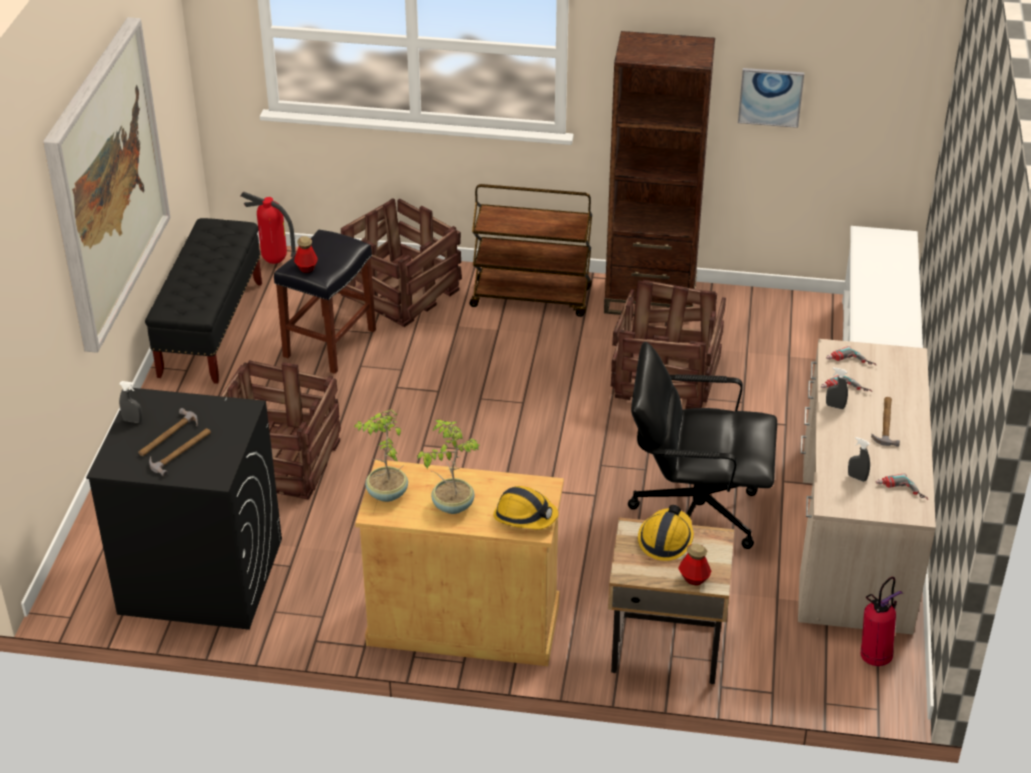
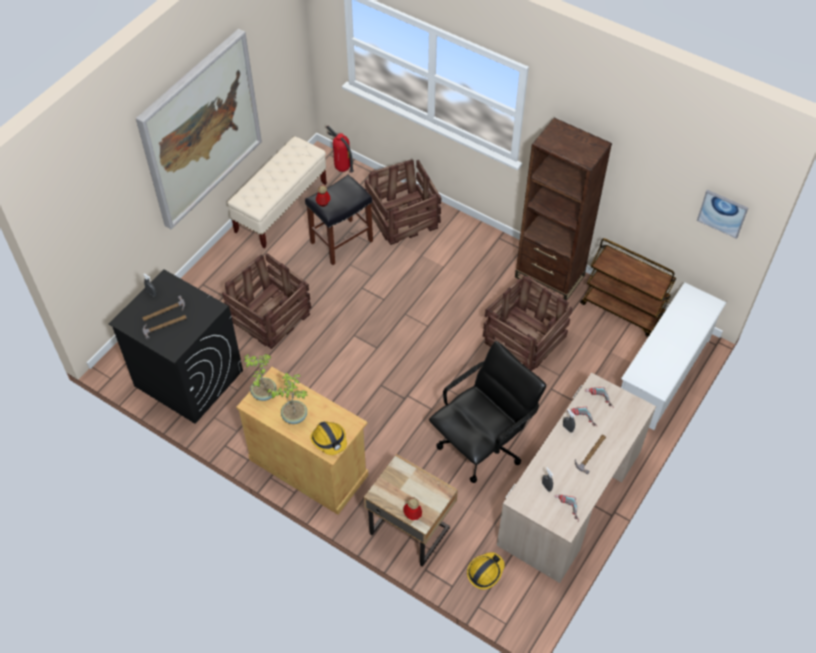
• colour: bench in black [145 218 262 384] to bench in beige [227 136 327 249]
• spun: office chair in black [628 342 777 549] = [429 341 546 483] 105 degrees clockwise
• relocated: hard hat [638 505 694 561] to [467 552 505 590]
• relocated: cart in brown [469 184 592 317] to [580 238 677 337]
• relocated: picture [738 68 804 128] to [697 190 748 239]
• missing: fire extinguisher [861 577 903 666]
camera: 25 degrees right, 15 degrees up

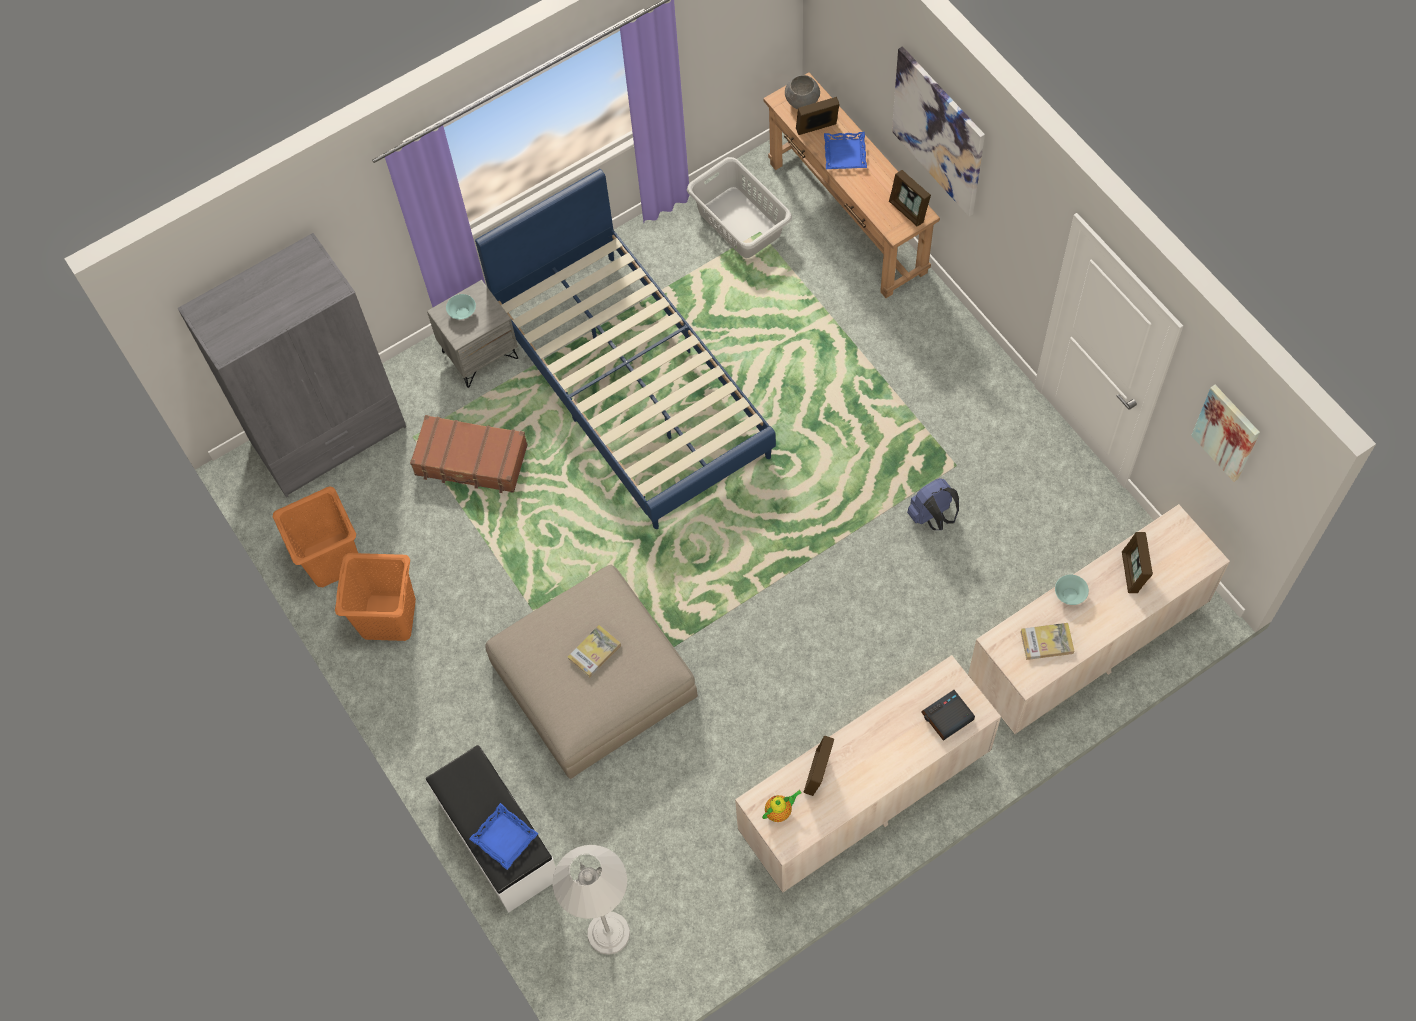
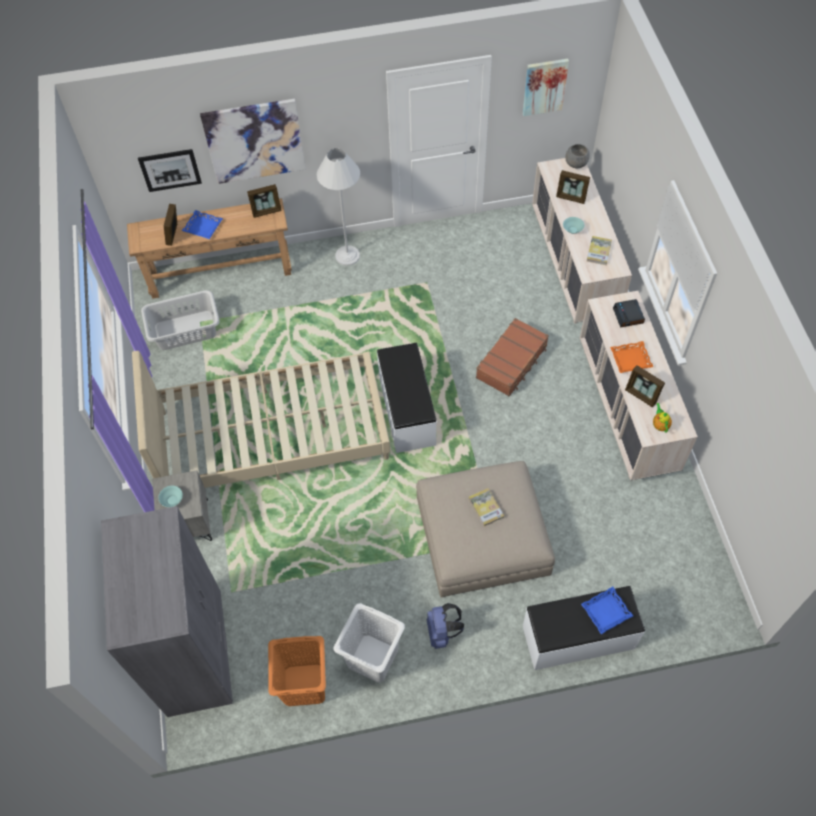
• colour: bed in blue [475 169 776 529] to bed in beige [132 351 390 488]
• appeared: picture [138 149 202 192]
• relocated: floor lamp in white [553 845 630 955] to [317 148 360 266]
• colour: laundry basket in orange [335 553 416 641] to laundry basket in white [334 603 405 682]
• appeared: bench in white [377 343 437 453]
• relocated: backpack in blue [907 478 959 530] to [427 603 464 649]
• relocated: suitcase in brown [410 415 528 493] to [476 318 549 396]
• relocated: bowl in grey [785 75 820 109] to [565 144 590 168]
• appeared: tray in orange [610 341 653 373]
camera: 70 degrees left, 5 degrees down

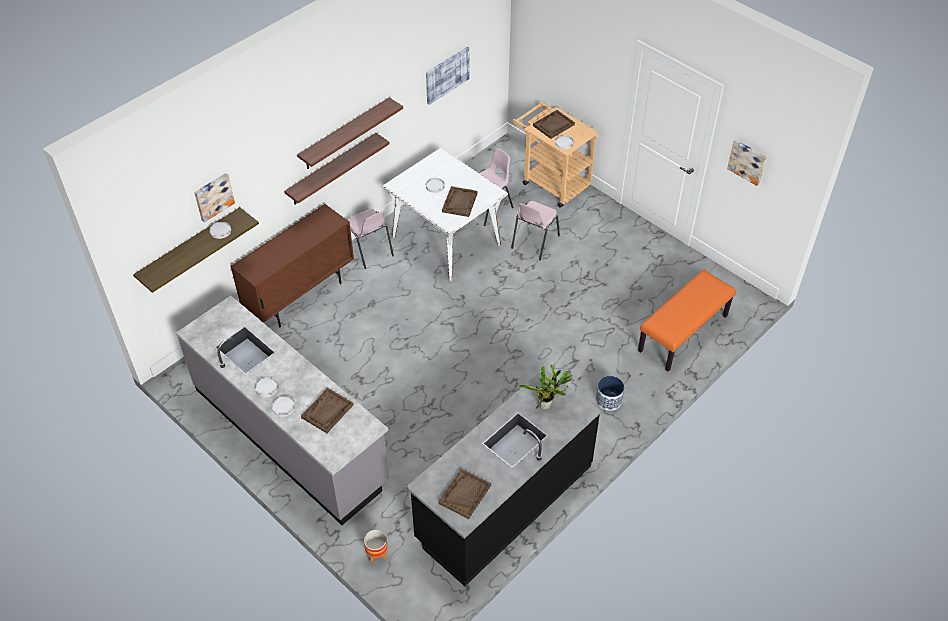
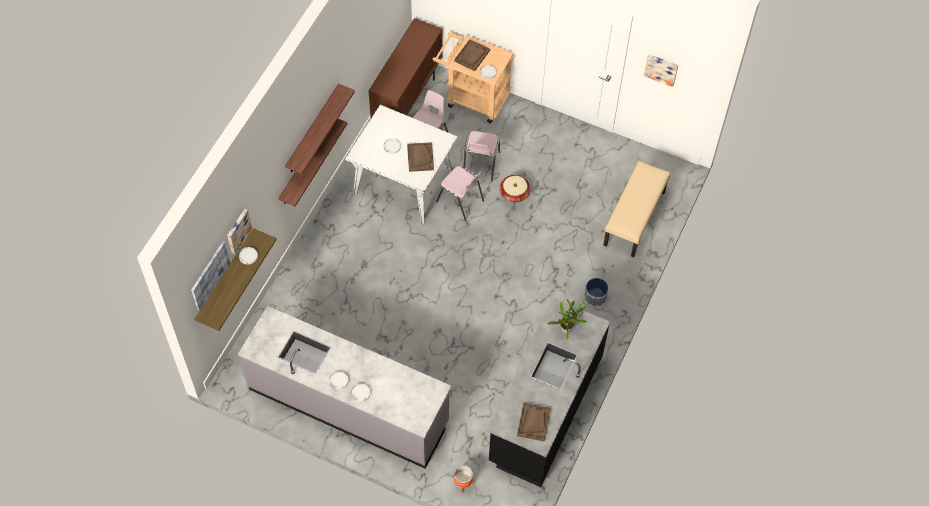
• relocated: picture [426 47 469 105] to [191 242 230 310]
• relocated: cabinet in brown [230 204 354 328] to [368 18 443 118]
• relocated: chair in pink [347 209 394 269] to [436 166 484 221]
• appeared: basket [500 175 530 202]
• colour: bench in orange [638 270 736 371] to bench in beige [604 161 671 258]
• missing: tray in brown [301 388 353 433]
camera: 20 degrees left, 10 degrees up

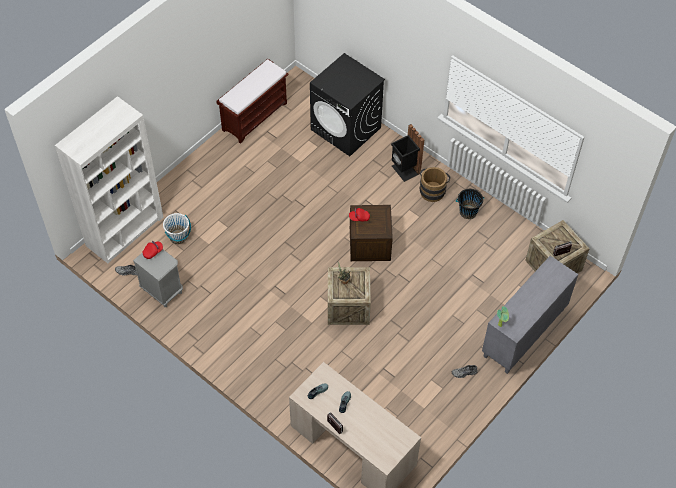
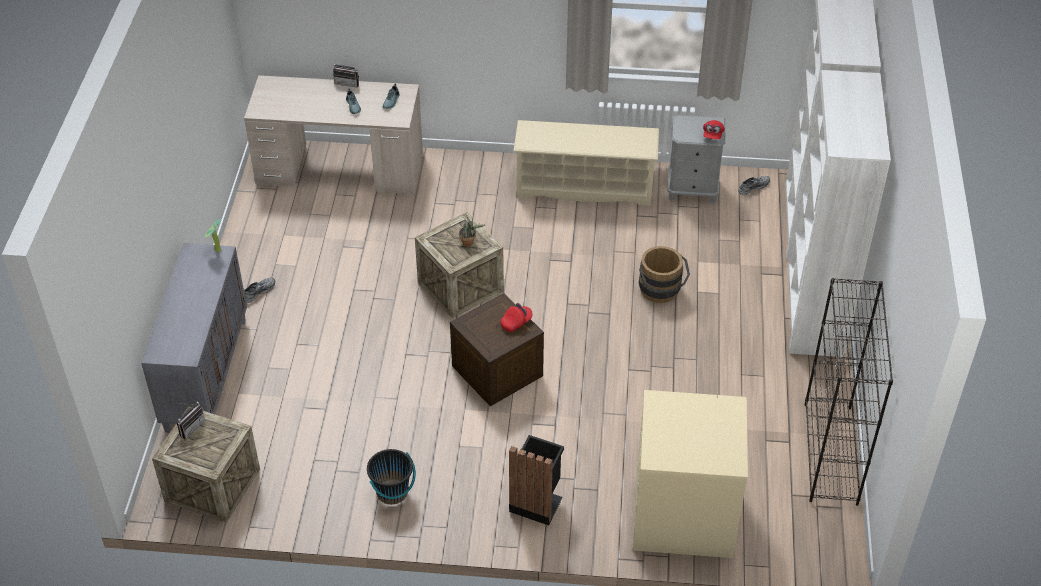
• appeared: shoe rack in beige [513 120 659 206]
• colour: washing machine in black [310 53 385 156] to washing machine in beige [633 390 748 558]
• relocated: bucket in brown [419 167 451 202] to [639 246 690 303]
• appeared: bookcase in white [788 70 891 357]
• exchanged: bench in brown [217 59 289 144] to bookcase in black [804 278 893 506]
• missing: bucket in white [163 213 191 244]
camera: 145 degrees right, 10 degrees down

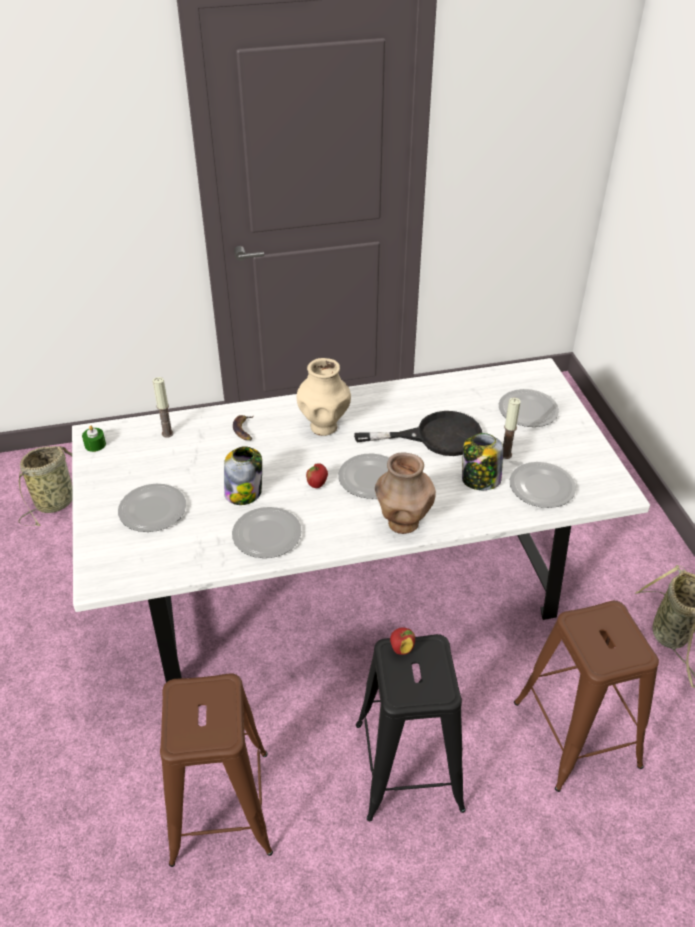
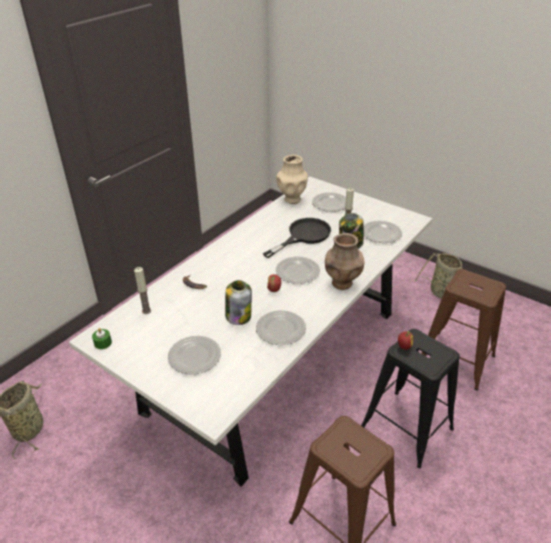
• relocated: vase in beige [297 358 351 436] to [276 155 308 204]
camera: 40 degrees left, 5 degrees down

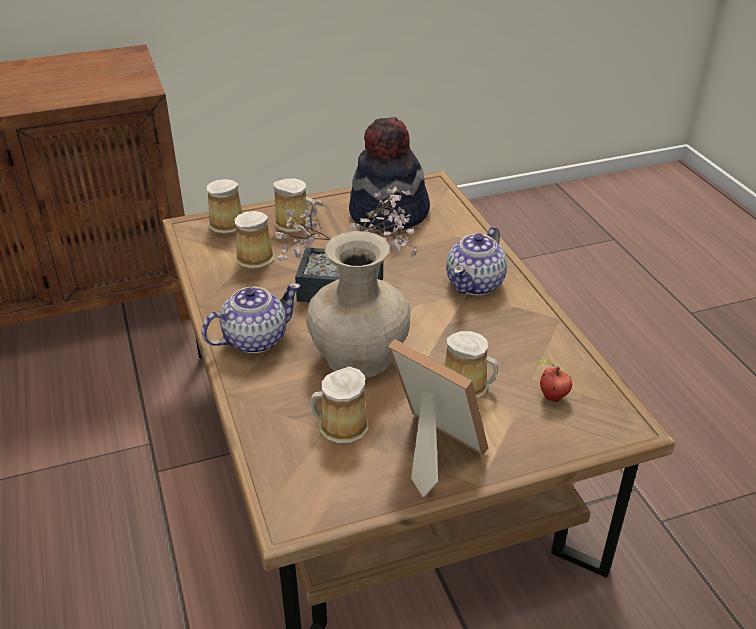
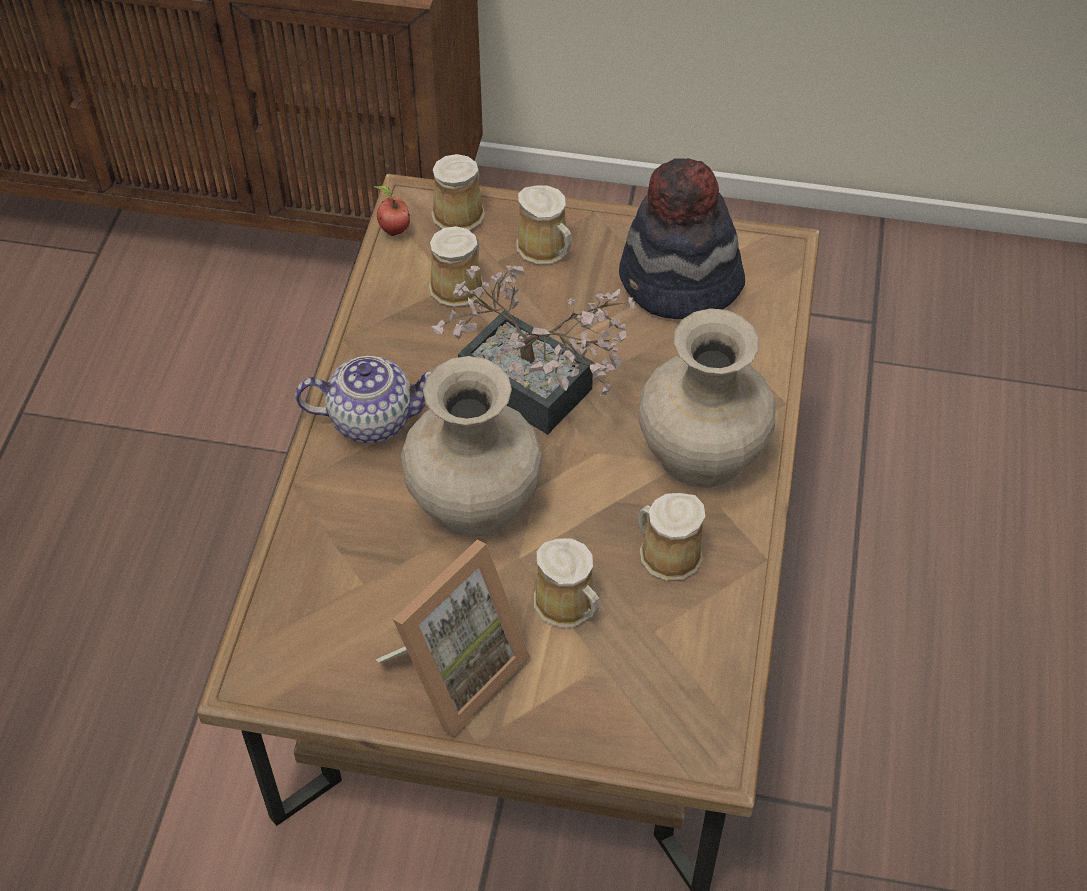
• relocated: apple [538 360 572 402] to [374 186 410 236]
• spun: picture frame [388 339 488 497] = [376 540 530 736] 60 degrees clockwise
• exchanged: teapot [446 226 507 295] to vase in beige [638 308 776 488]
• relocated: mug [310 366 369 443] to [638 493 705 580]
camera: 30 degrees right, 15 degrees up

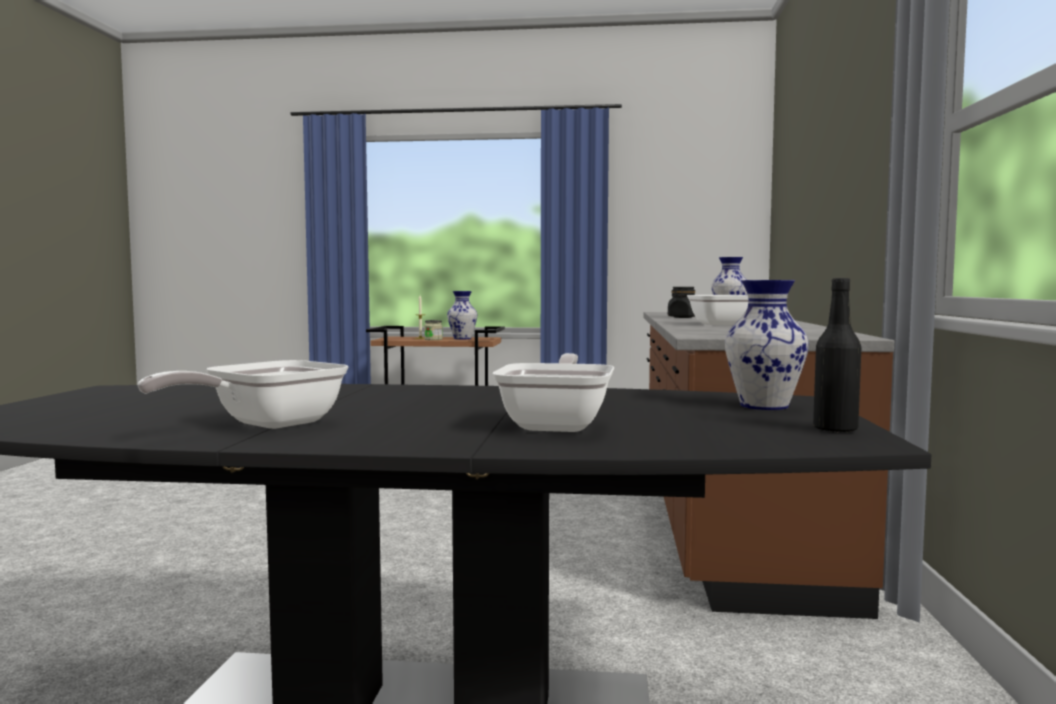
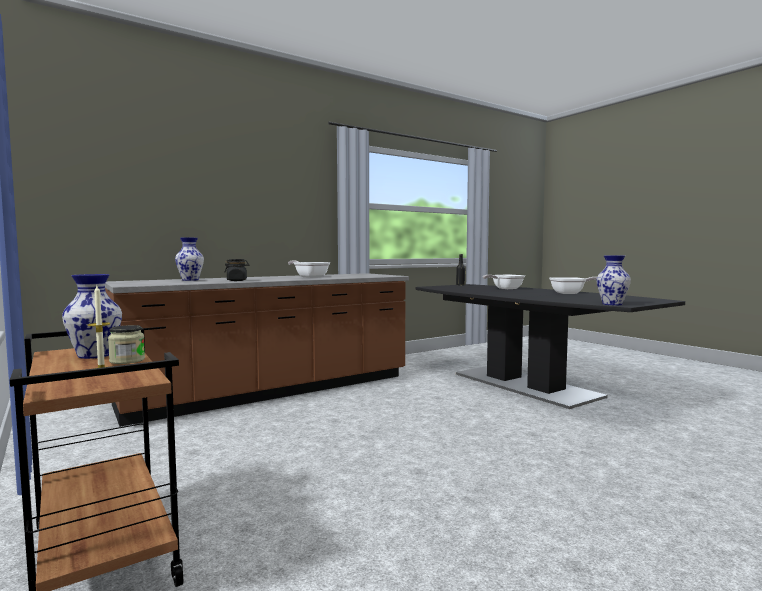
• relocated: vase [725 280 809 410] to [596 256 631 305]
camera: 130 degrees left, 0 degrees up

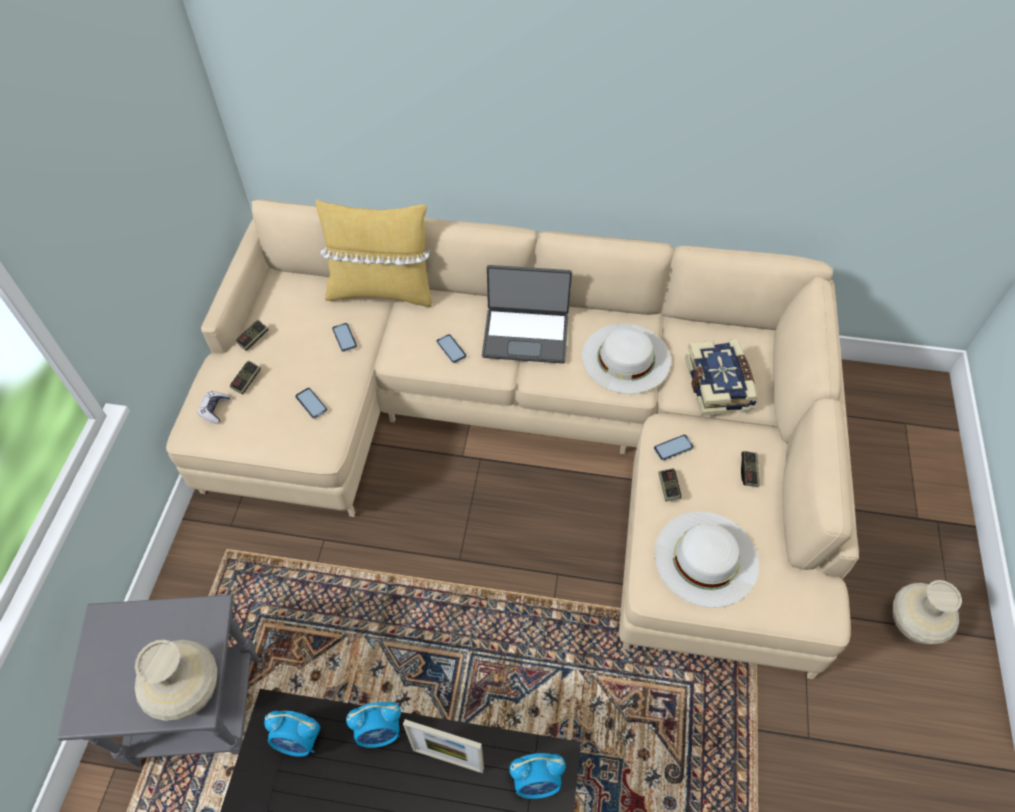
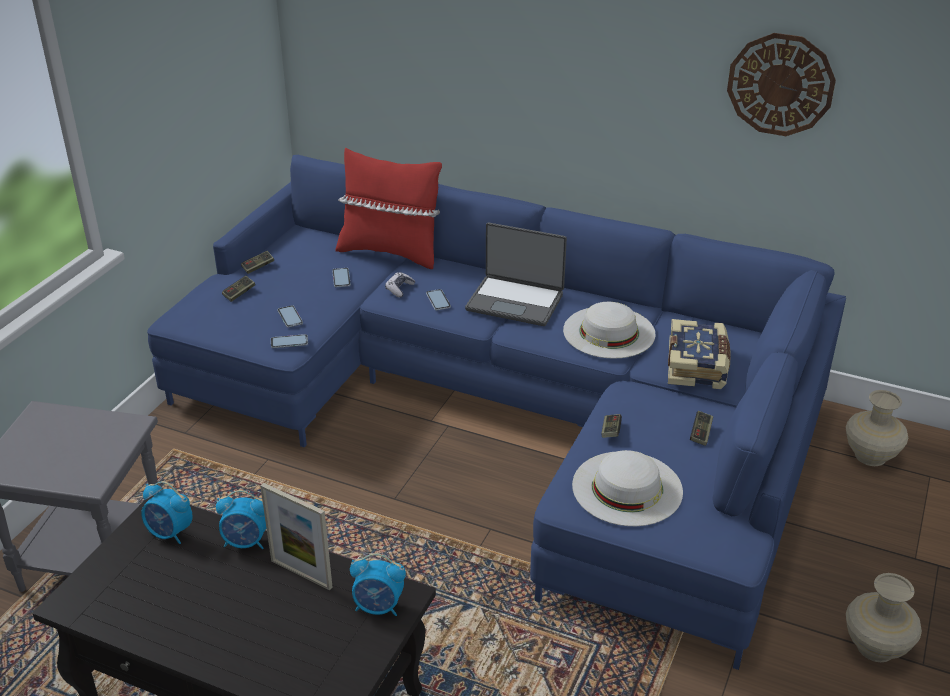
• colour: sofa in beige [166 199 859 679] to sofa in blue [147 155 846 670]
• relocated: phone [654 434 694 461] to [271 334 308 348]
• colour: pillow in yellow [316 199 432 307] to pillow in red [336 148 442 269]
• relocated: game controller [198 391 230 424] to [385 272 416 298]
• appeared: wall clock [727 33 836 136]
• relocated: vase in beige [135 640 217 721] to [846 390 908 466]
camera: 15 degrees right, 20 degrees down

